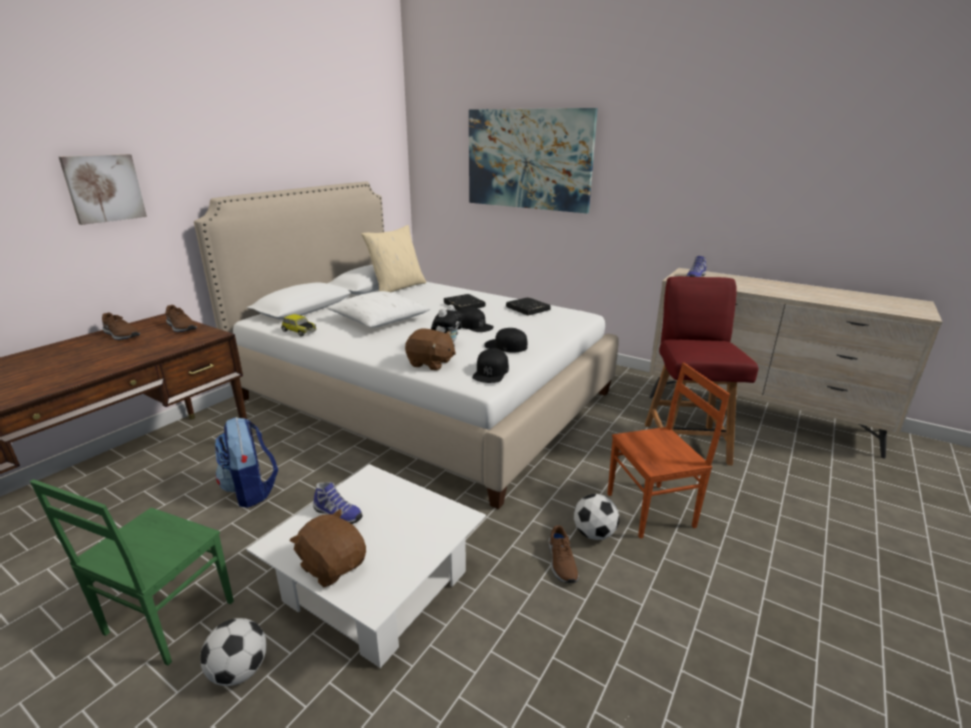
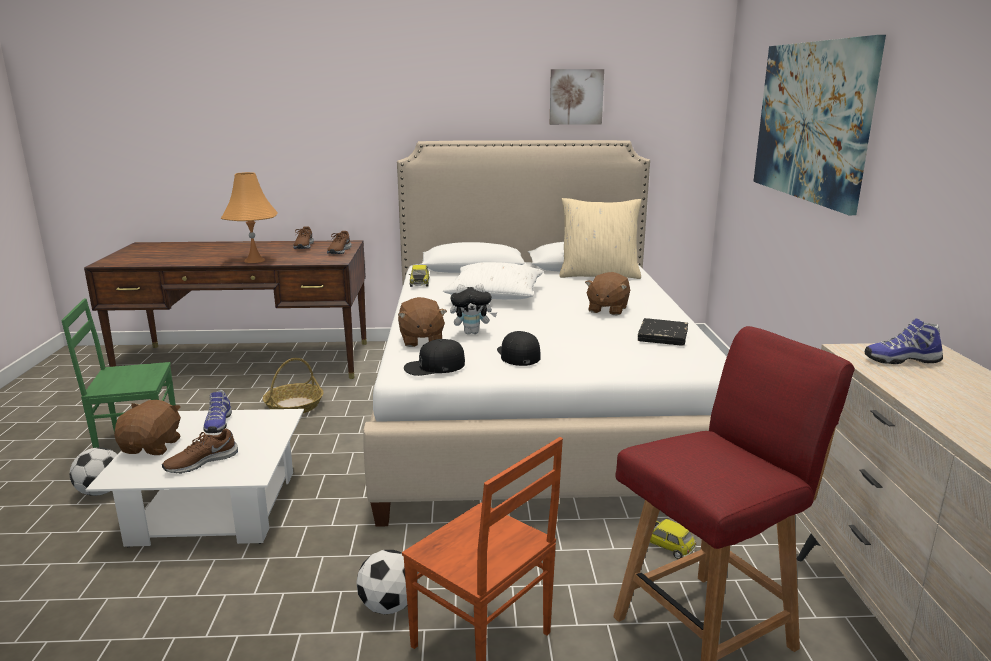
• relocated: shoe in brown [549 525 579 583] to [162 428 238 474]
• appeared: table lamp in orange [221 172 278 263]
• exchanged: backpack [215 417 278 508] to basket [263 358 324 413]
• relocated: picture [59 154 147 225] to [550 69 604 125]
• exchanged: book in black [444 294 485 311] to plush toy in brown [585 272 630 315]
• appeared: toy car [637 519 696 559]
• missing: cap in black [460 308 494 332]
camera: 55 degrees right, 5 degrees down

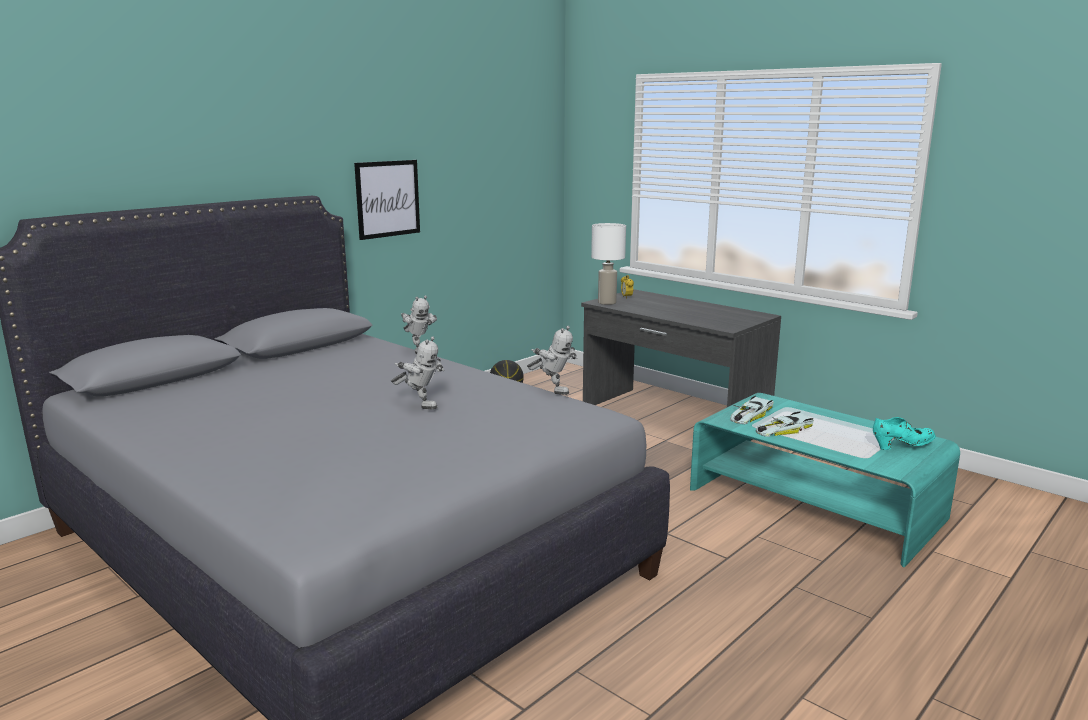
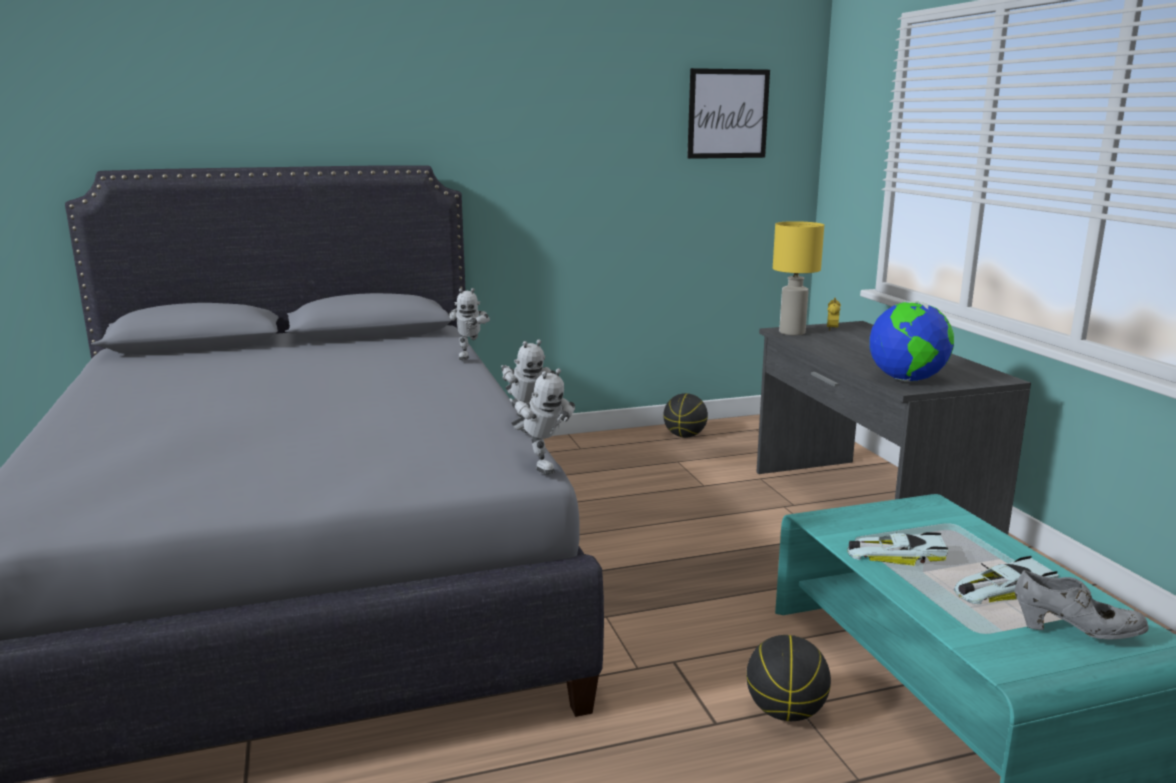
• relocated: toy robot [391 336 444 409] to [509 368 575 474]
• relocated: picture [354 160 420 240] to [687 68 770 159]
• appeared: basketball [746 635 831 721]
• colour: table lamp in white [591 223 626 305] to table lamp in yellow [773 221 824 336]
• appeared: globe [870 301 954 382]
• relocated: toy car [730 396 774 424] to [954 556 1059 604]
• colour: shoe in turquoise [873 417 936 450] to shoe in grey [1015 570 1149 639]
camera: 30 degrees right, 0 degrees up

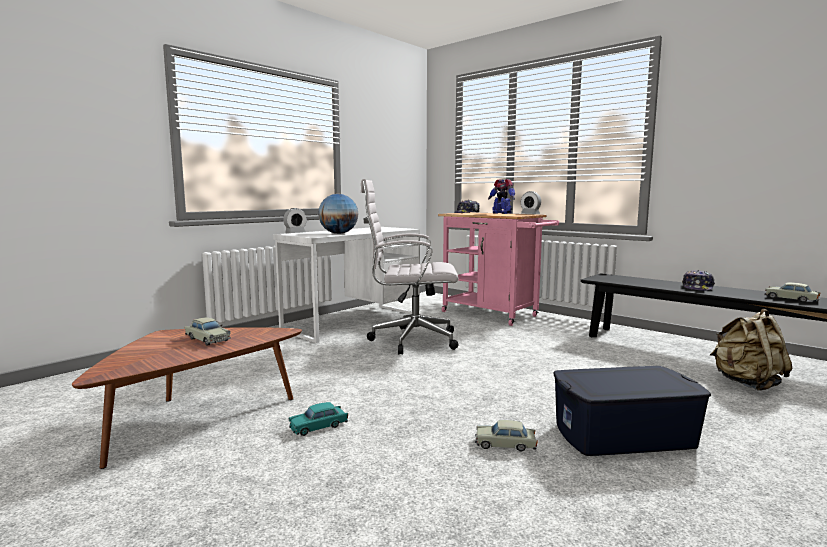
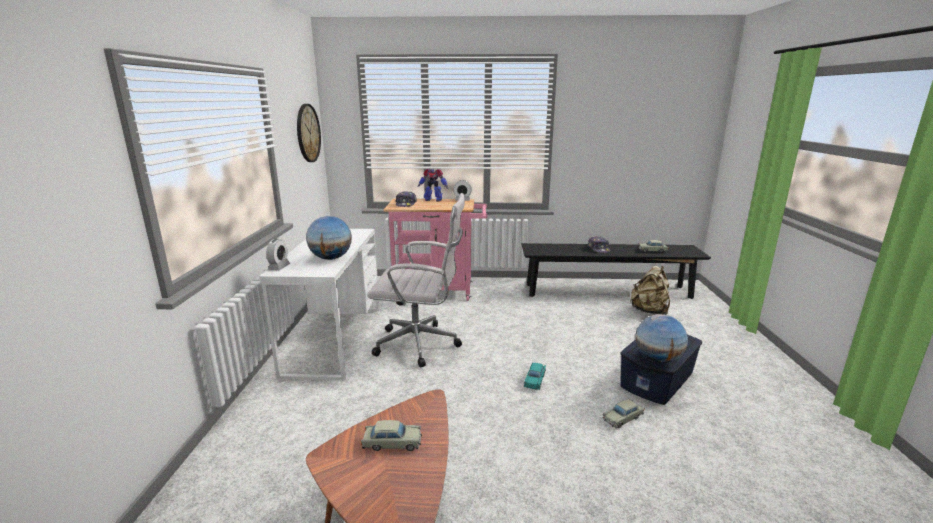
• appeared: wall clock [297 104 321 162]
• spun: office chair in white [361 179 459 355] = [367 193 465 368] 135 degrees counterclockwise
• relocated: toy car in turquoise [289 402 348 436] to [524 363 546 390]
• appeared: globe [636 314 688 364]
camera: 40 degrees left, 10 degrees up

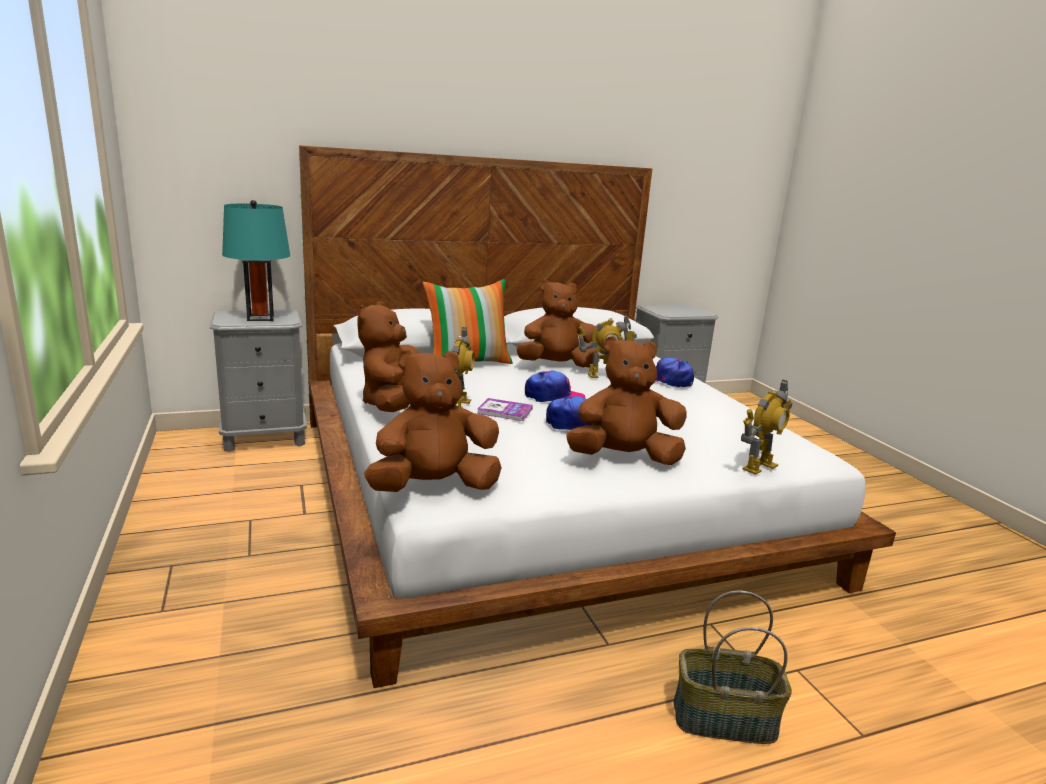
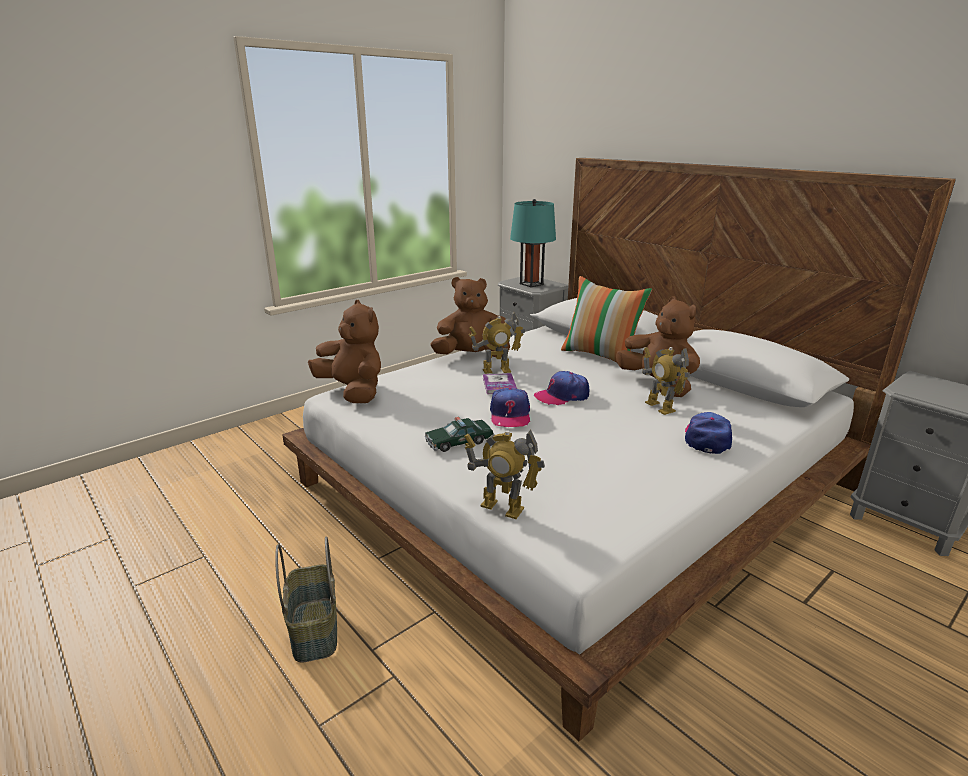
• exchanged: plush toy in brown [566 336 687 465] to toy car [425 417 494 452]
• spun: cap [525 370 586 402] = [534 371 589 405] 90 degrees clockwise
camera: 70 degrees right, 5 degrees up

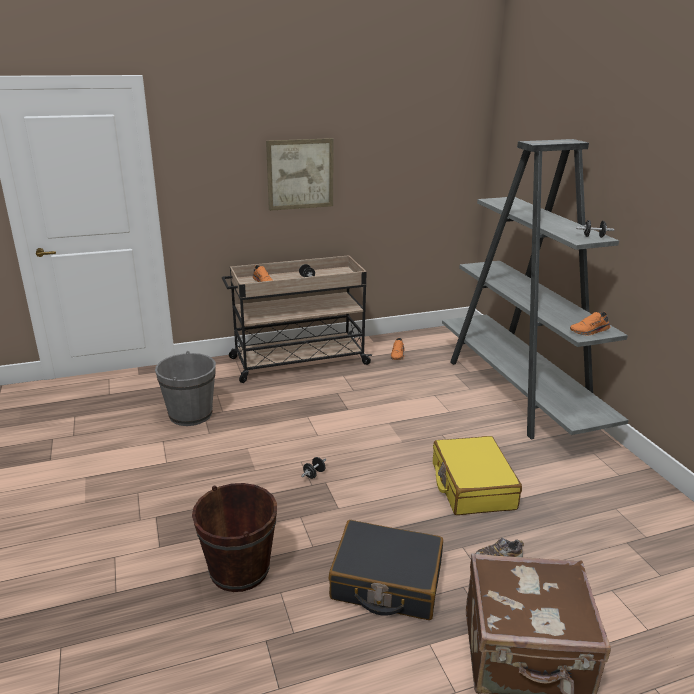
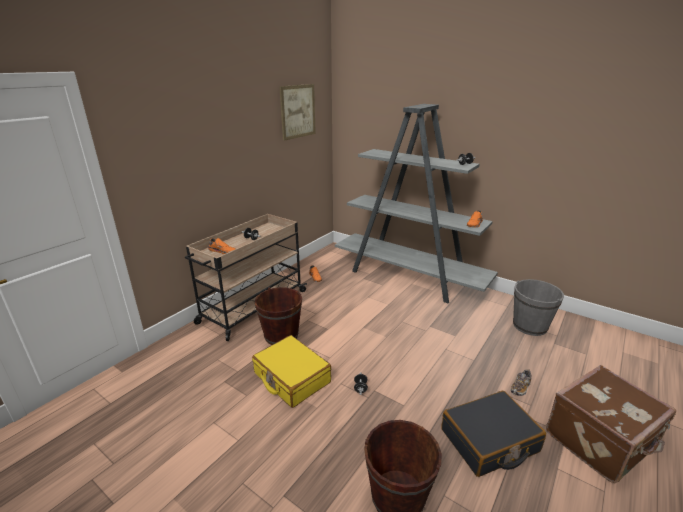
• relocated: suitcase in yellow [433 436 522 515] to [252 335 331 408]
• appeared: bucket in brown [255 287 302 345]
• relocated: picture [266 138 334 211] to [280 84 316 141]
• relocated: bucket in grey [155 351 216 426] to [513 279 564 336]
camera: 35 degrees left, 0 degrees up

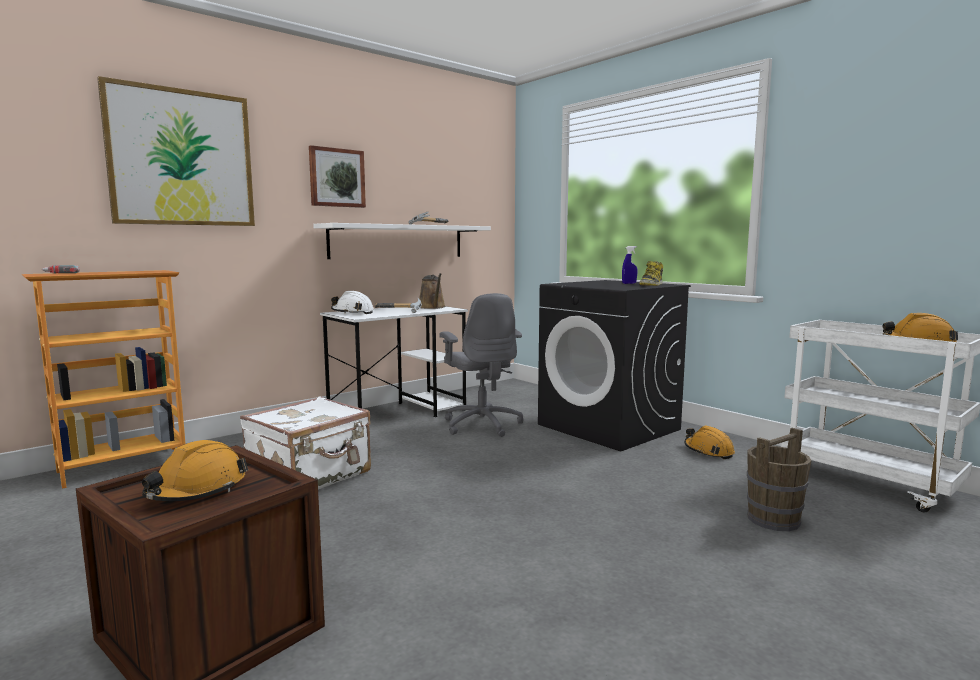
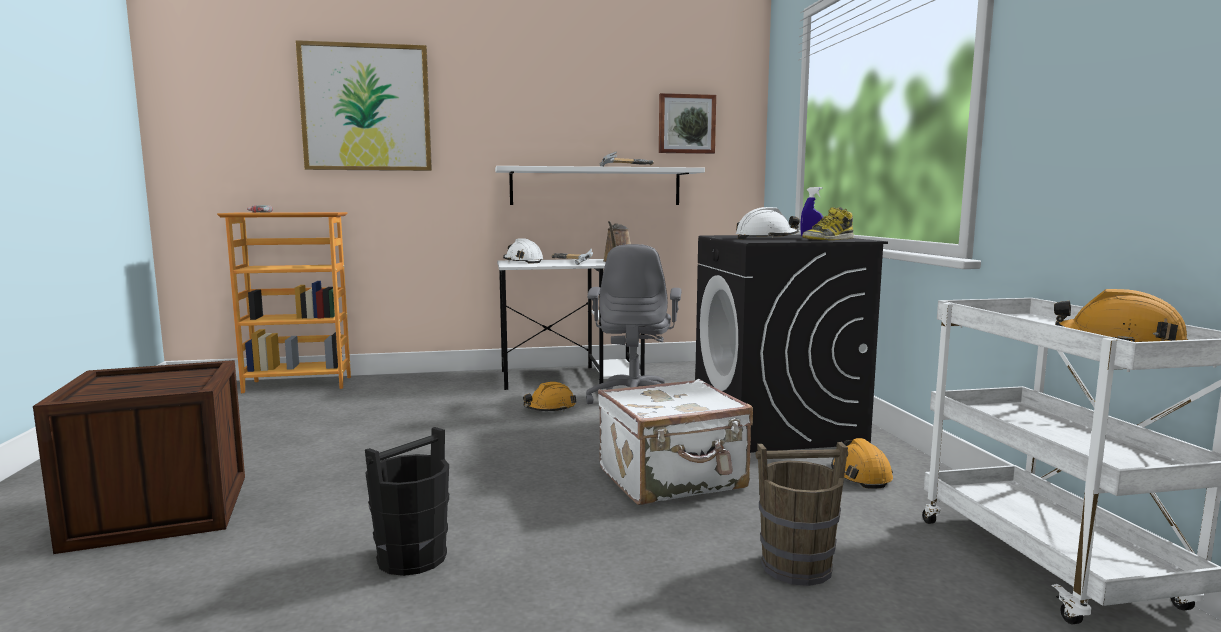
• appeared: bucket in black [365 427 449 576]
• relocated: hard hat in orange [142 440 248 501] to [523 382 577 411]
• relocated: suitcase in white [240 396 371 489] to [598 379 753 505]
• relocated: picture [309 145 366 208] to [659 93 716 154]
• appeared: hard hat in white [736 207 800 240]
camera: 30 degrees right, 0 degrees up

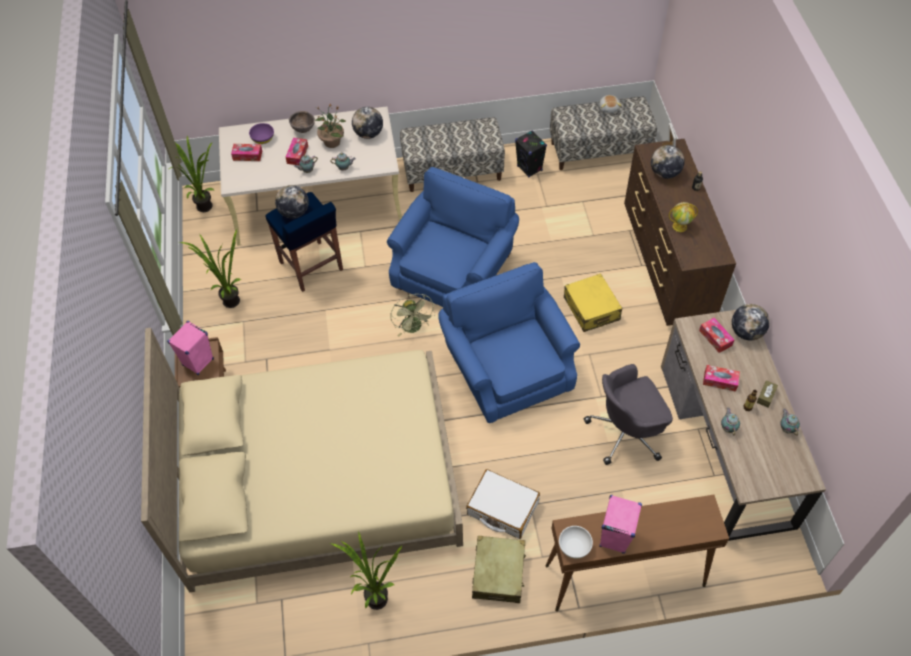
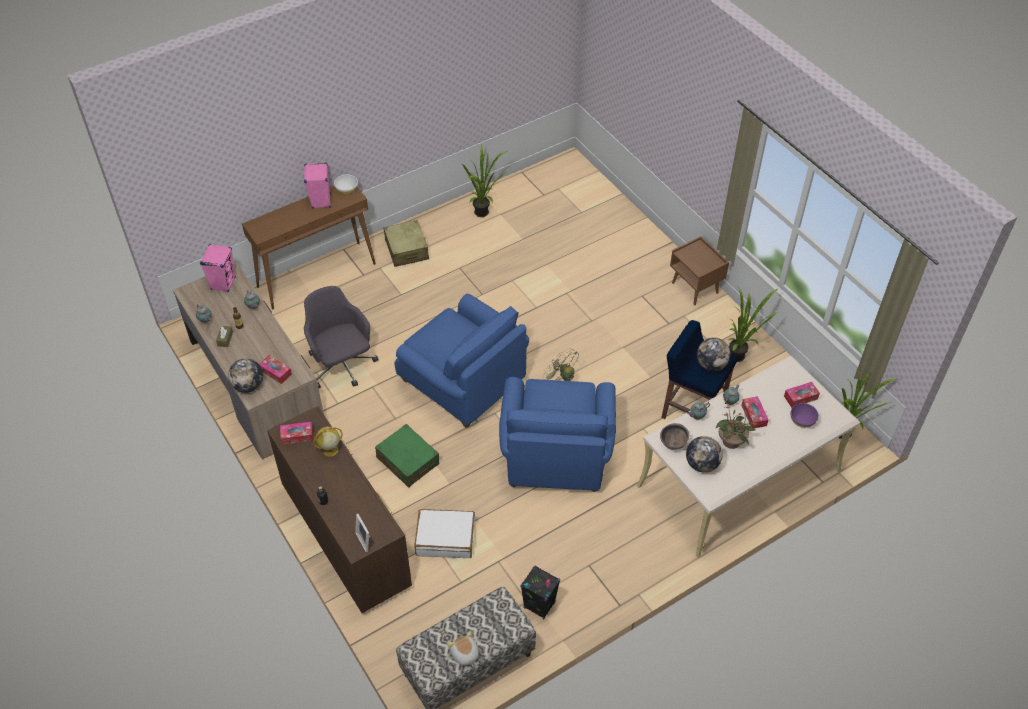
• relocated: speaker in pink [167 321 214 375] to [200 244 236 292]
• relocated: tissue box [703 365 740 392] to [280 422 313 445]
• spun: office chair in grey [584 364 673 465] = [304 286 379 389] 75 degrees counterclockwise
• colour: suitcase in yellow [564 273 622 332] to suitcase in green [375 424 439 488]
• relocated: suitcase in white [466 469 540 539] to [414 509 475 558]
• relocated: bowl in brown [289 111 315 133] to [660 423 689 450]
• missing: bed in beige [141 328 463 593]
• missing: bench [400 117 505 192]
• missing: globe [651 145 685 179]
camera: 155 degrees right, 5 degrees down

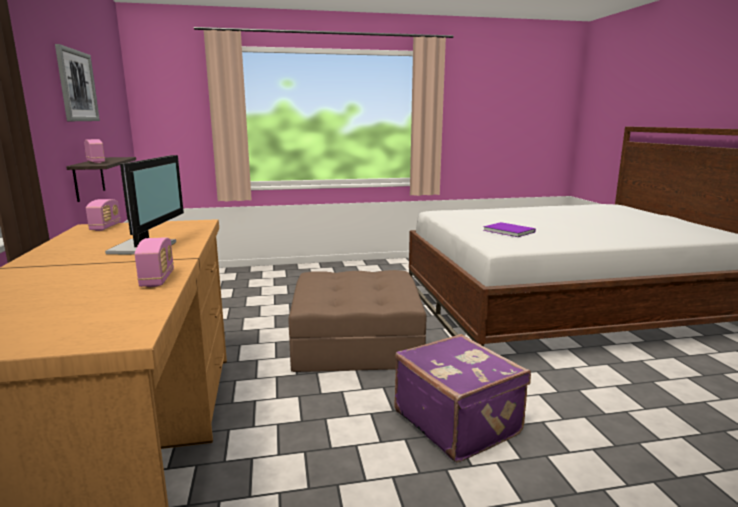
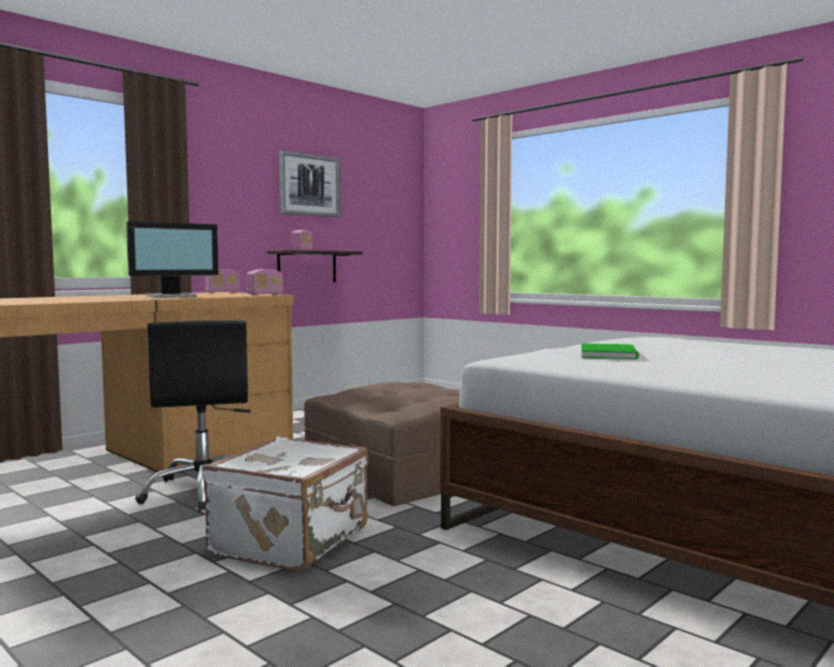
• appeared: office chair in black [135 320 251 512]
• colour: suitcase in purple [394 334 531 463] to suitcase in white [202 437 368 572]
• relocated: radio [135 237 174 287] to [247 269 283 296]
• colour: book in purple [483 222 536 237] to book in green [581 343 639 359]
camera: 55 degrees right, 10 degrees down

